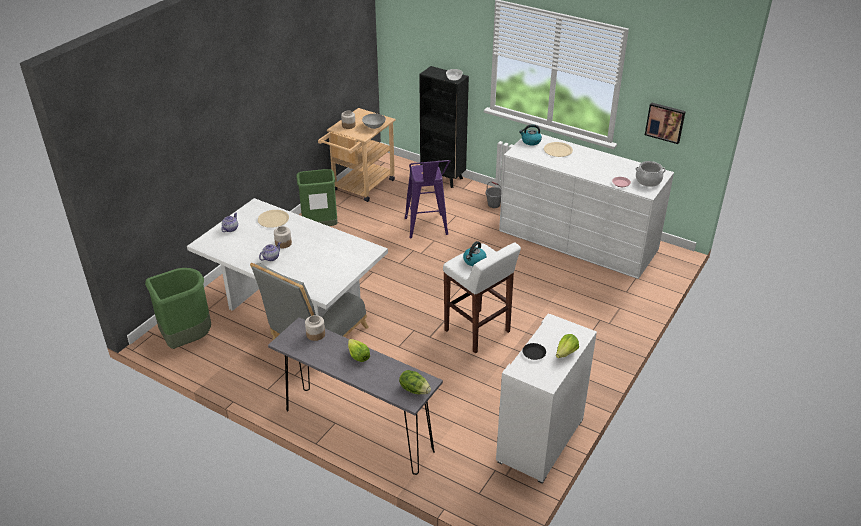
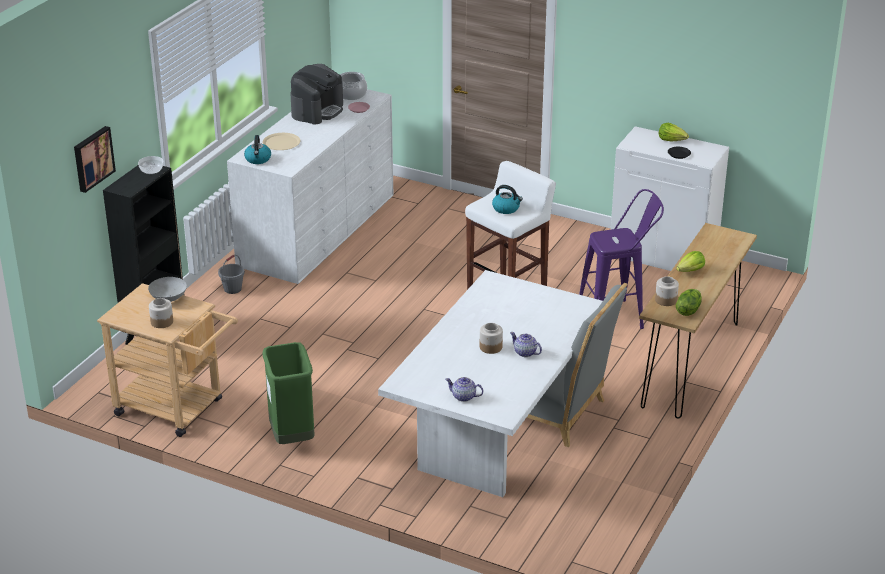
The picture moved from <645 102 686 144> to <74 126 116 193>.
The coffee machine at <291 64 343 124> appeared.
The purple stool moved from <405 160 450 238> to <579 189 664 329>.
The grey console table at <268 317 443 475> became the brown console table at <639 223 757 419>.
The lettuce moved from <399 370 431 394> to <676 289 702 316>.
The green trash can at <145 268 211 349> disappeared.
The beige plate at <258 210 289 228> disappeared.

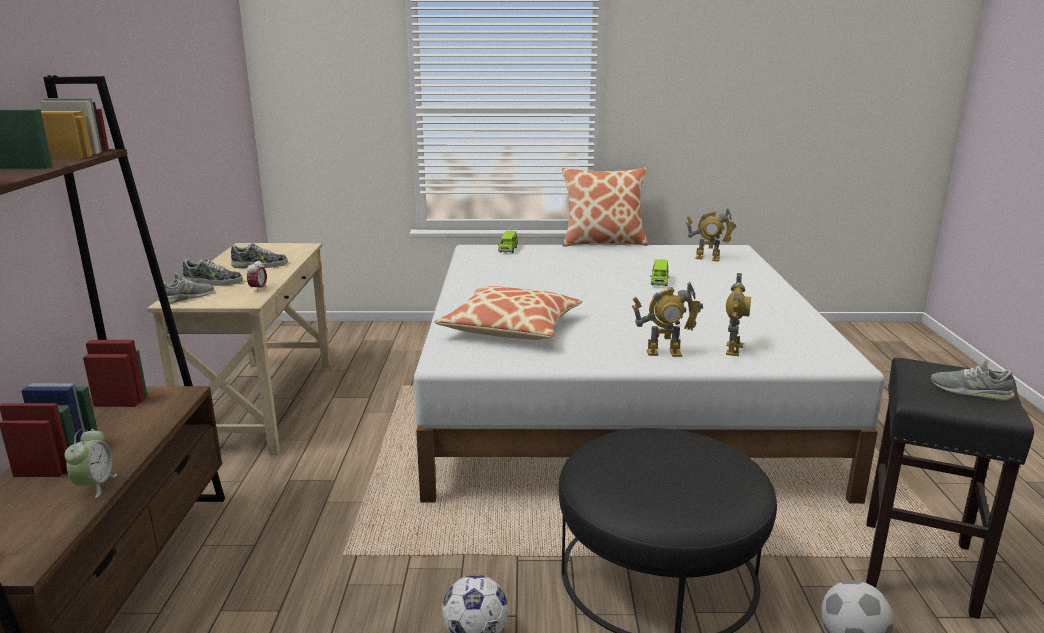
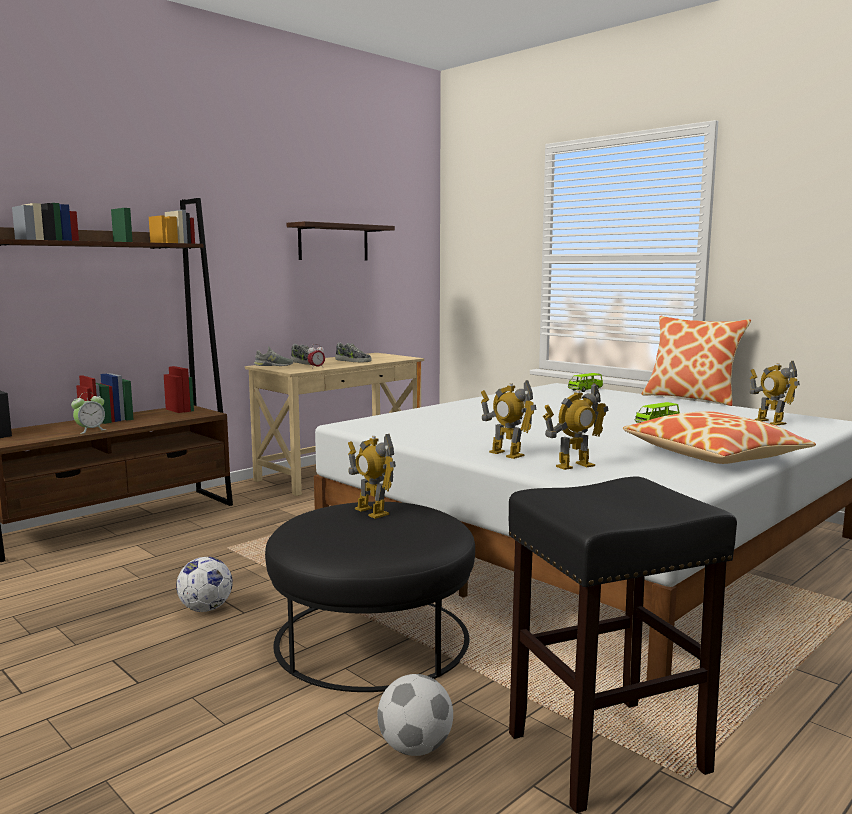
The shelf at <287 221 395 260> appeared.
The toy robot at <348 434 396 519> appeared.
The pillow moved from <435 286 582 340> to <623 411 816 464>.
The grey shoe at <931 359 1015 401> disappeared.

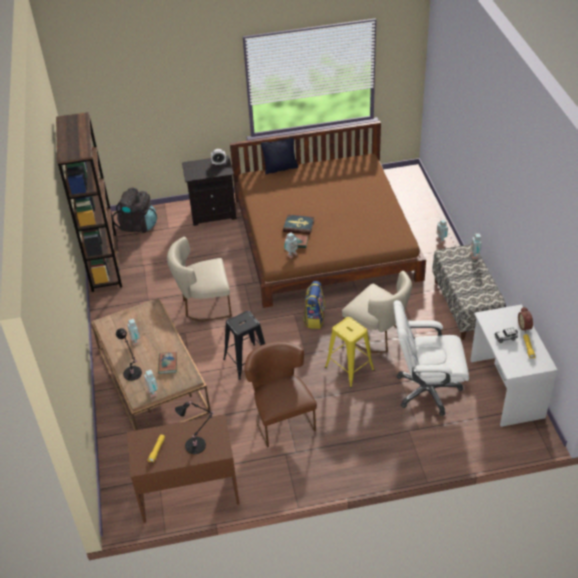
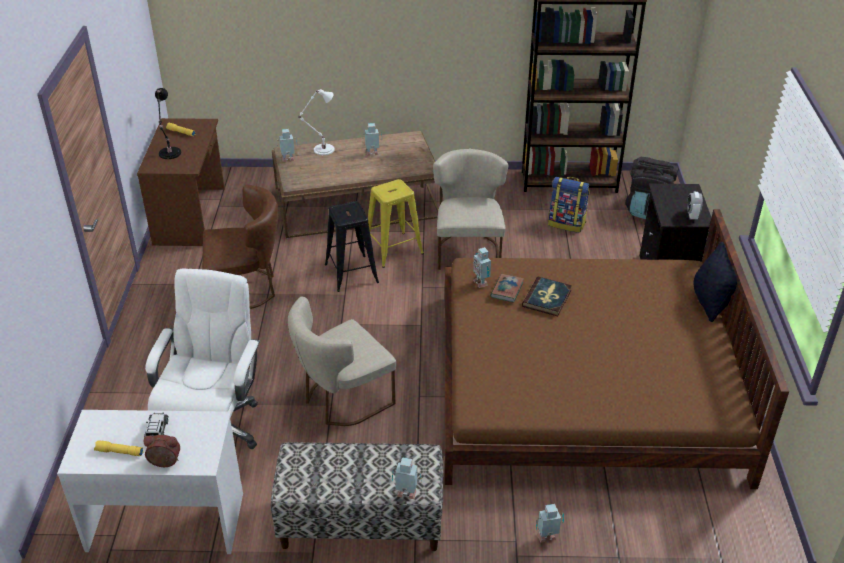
The black table lamp at <116 328 142 381> became the white table lamp at <298 89 334 155>.
The yellow stool moved from <325 317 374 388> to <364 179 424 268>.
The backpack moved from <303 281 326 329> to <548 177 590 232>.
The book at <158 352 177 374> disappeared.

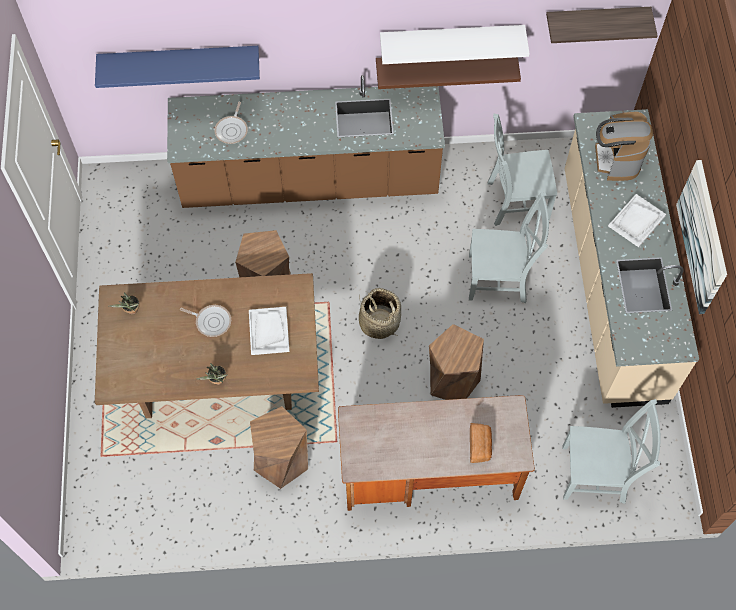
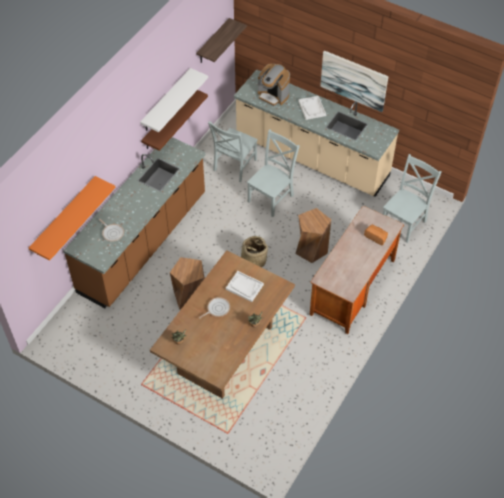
The blue shelf at <95 46 260 88> became the orange shelf at <29 176 116 261>.
The brown stool at <250 406 308 489> disappeared.

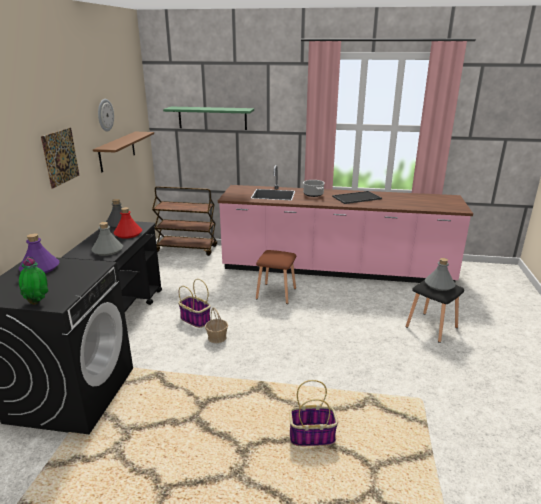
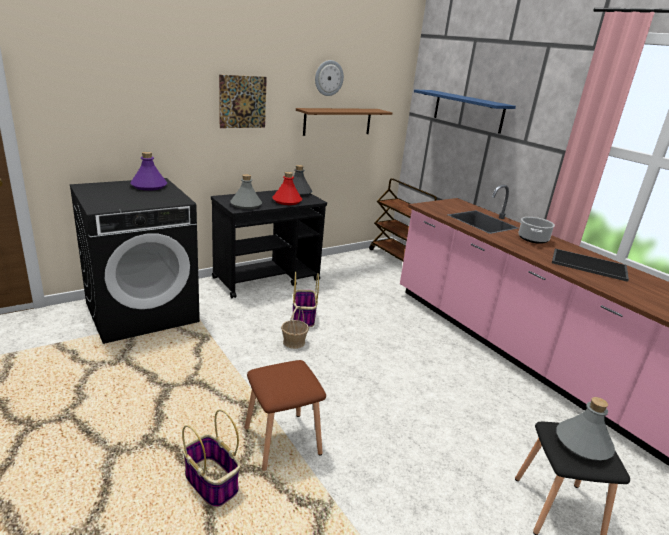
The brown stool moved from <256 250 296 304> to <244 360 326 471>.
The green shelf at <163 107 254 130> became the blue shelf at <414 89 516 134>.
The potted plant at <19 257 48 305> disappeared.

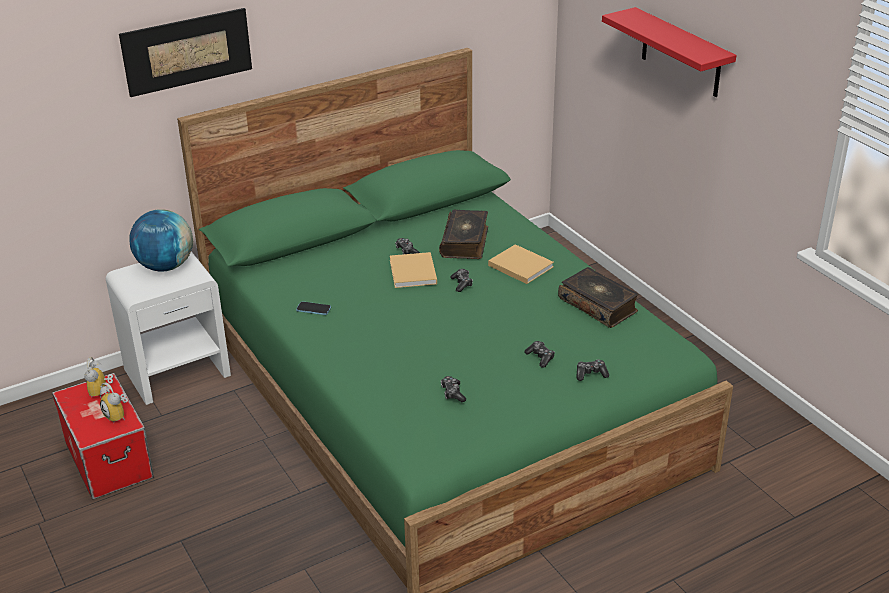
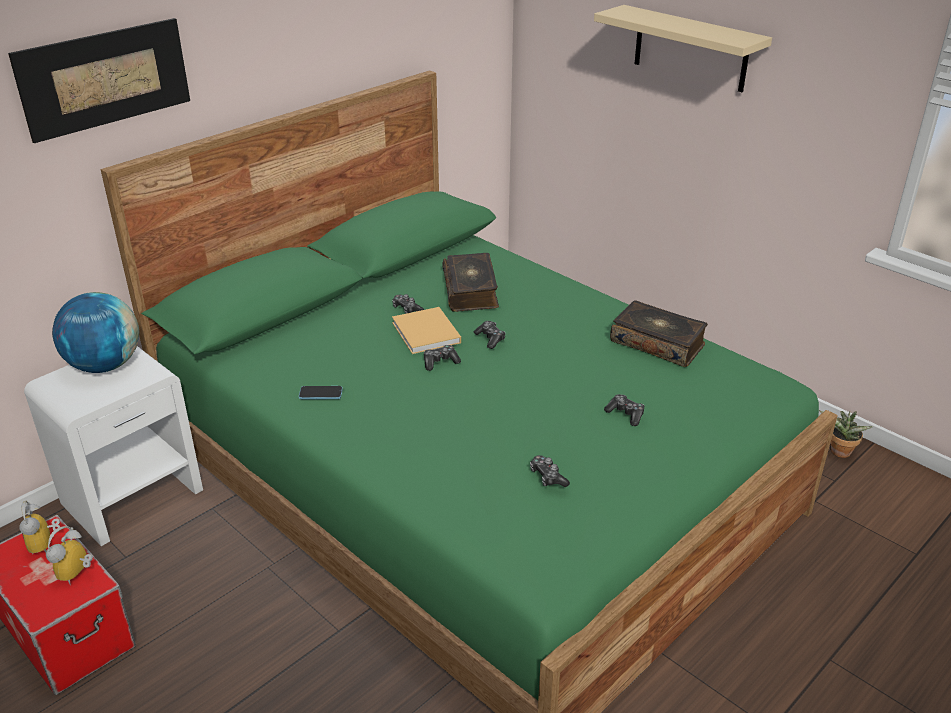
The alarm clock at <100 383 128 422> turned 75 degrees clockwise.
The game controller moved from <577 359 609 381> to <424 345 461 371>.
The red shelf at <602 7 737 97> became the beige shelf at <594 5 772 92>.
The potted plant at <819 410 872 458> appeared.
The beige book at <488 244 554 284> disappeared.

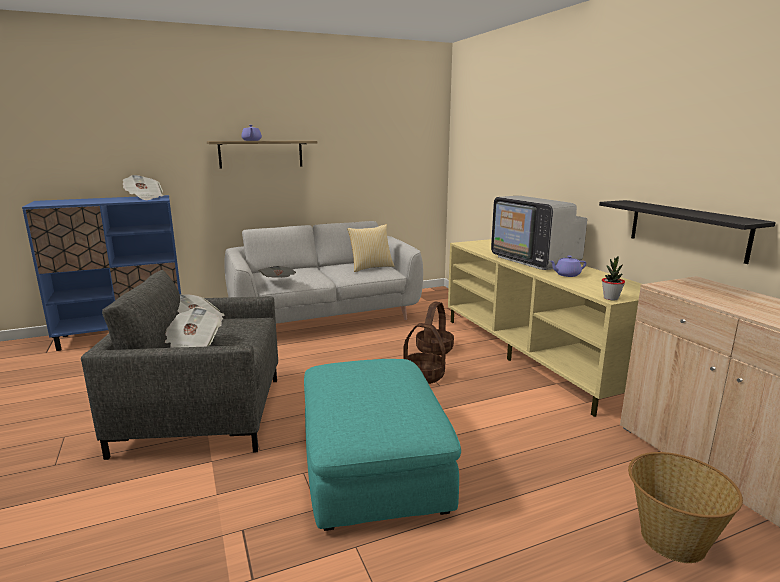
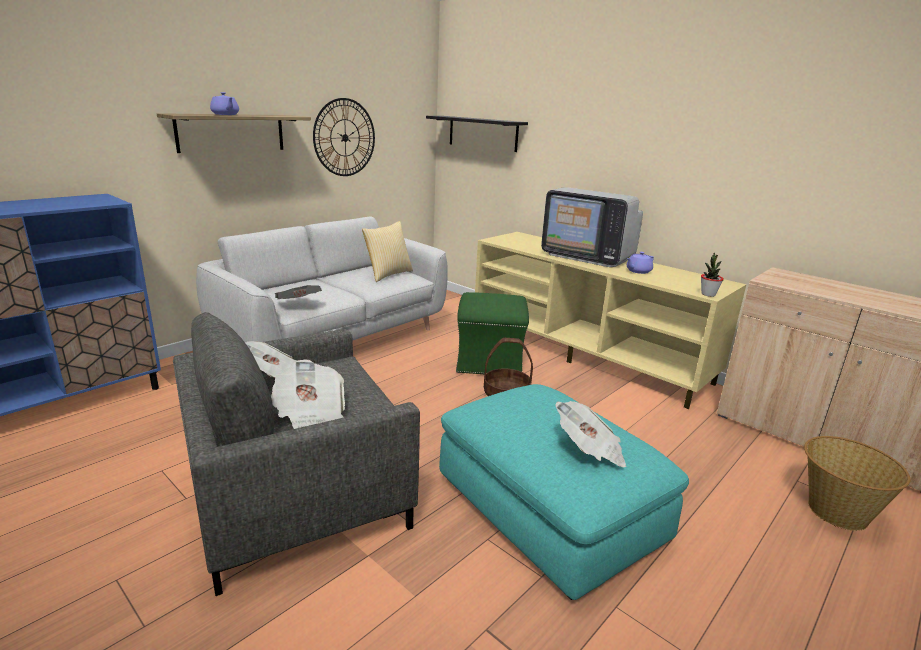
The wall clock at <313 98 375 176> appeared.
The black shelf moved from <599 200 776 264> to <426 116 528 152>.
The basket at <416 302 454 355> was replaced by the green ottoman at <456 292 529 374>.
The newspaper moved from <123 175 164 200> to <556 401 626 467>.

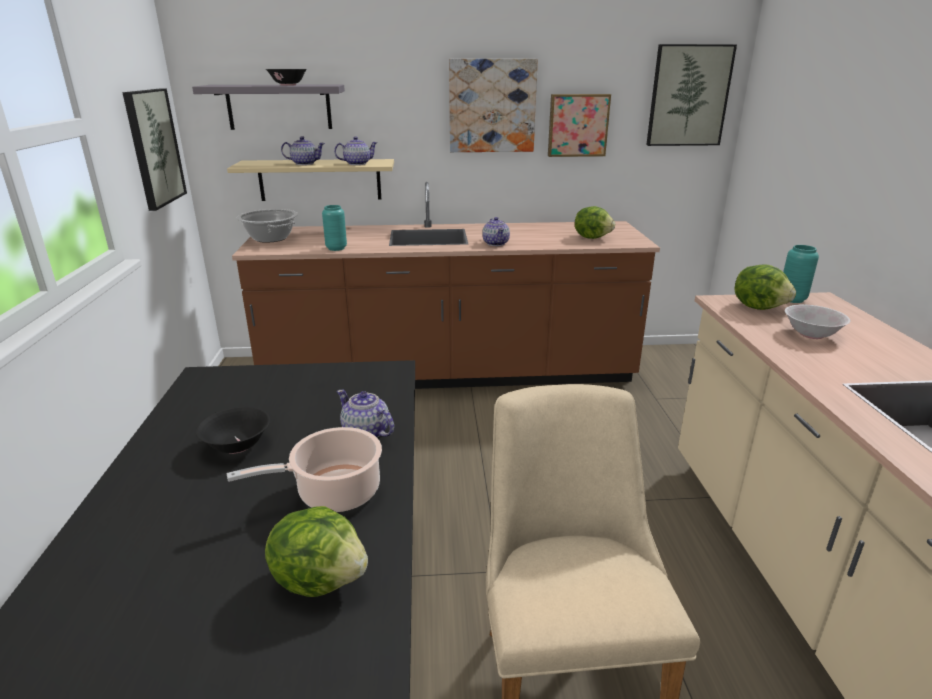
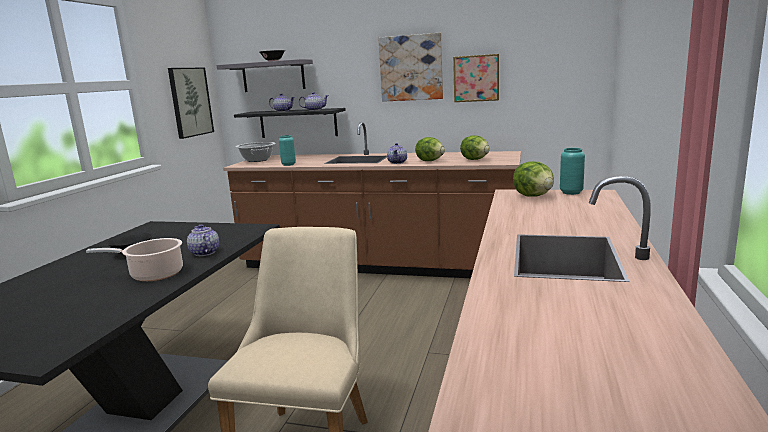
The beige shelf at <227 159 394 201> became the black shelf at <234 108 346 138>.
The lettuce moved from <265 506 368 597> to <415 137 445 161>.
The picture at <646 44 737 146> disappeared.
The white bowl at <785 305 850 339> disappeared.

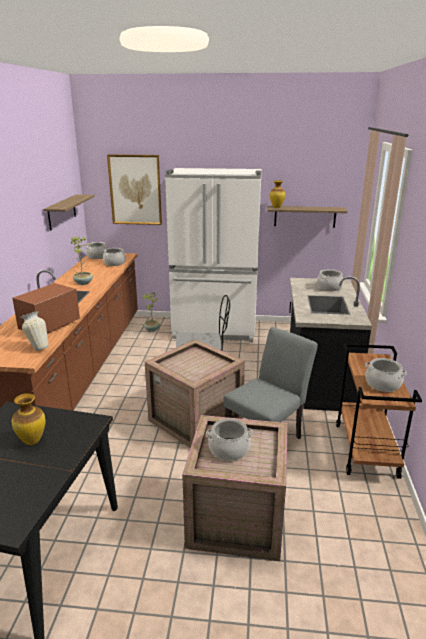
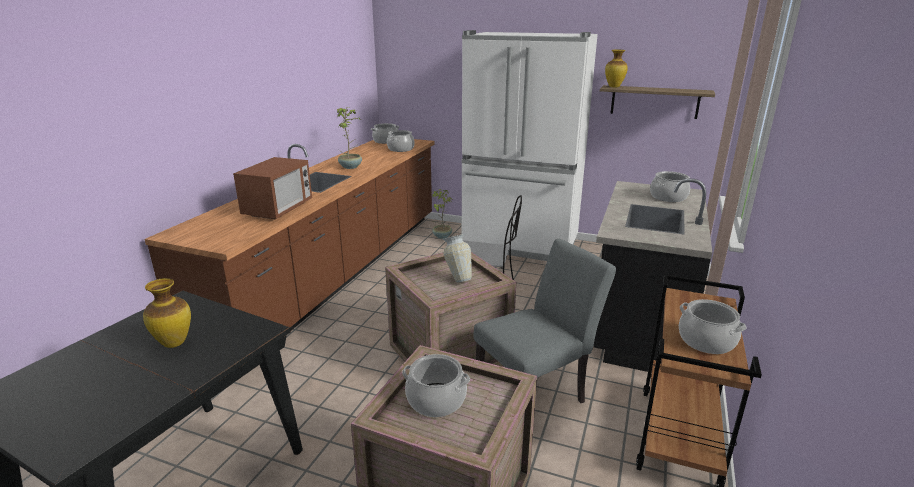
The microwave at <12 283 80 334> turned 150 degrees clockwise.
The vase moved from <20 311 49 351> to <442 234 472 283>.
The shelf at <43 194 95 231> disappeared.
The picture at <107 154 162 225> disappeared.

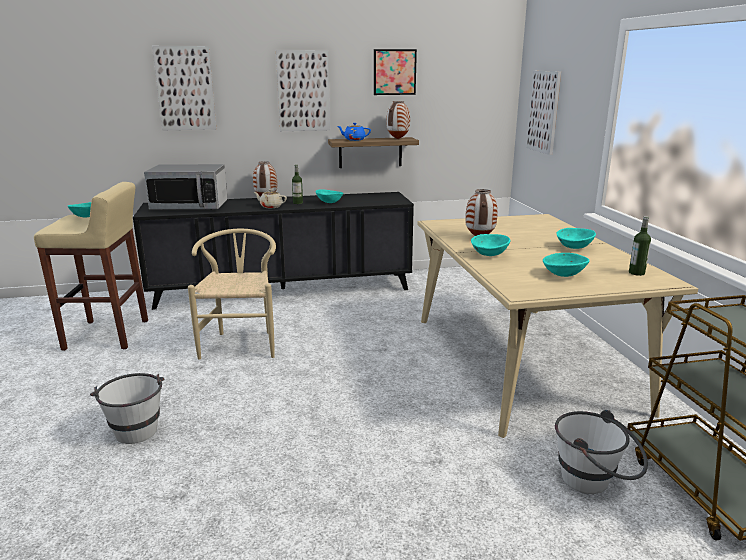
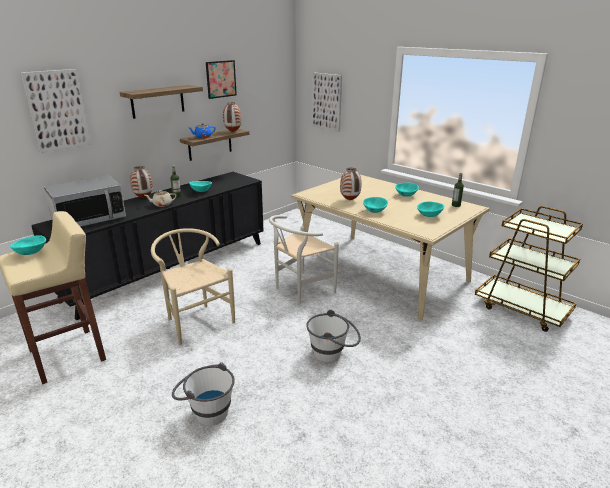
The picture at <276 50 330 131> was replaced by the shelf at <120 85 203 119>.
The white chair at <269 215 339 304> appeared.
The white bucket moved from <555 410 648 494> to <306 310 361 363>.

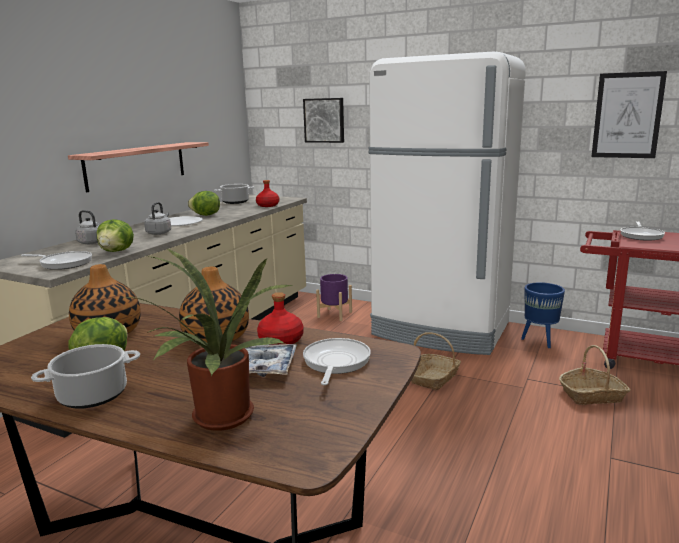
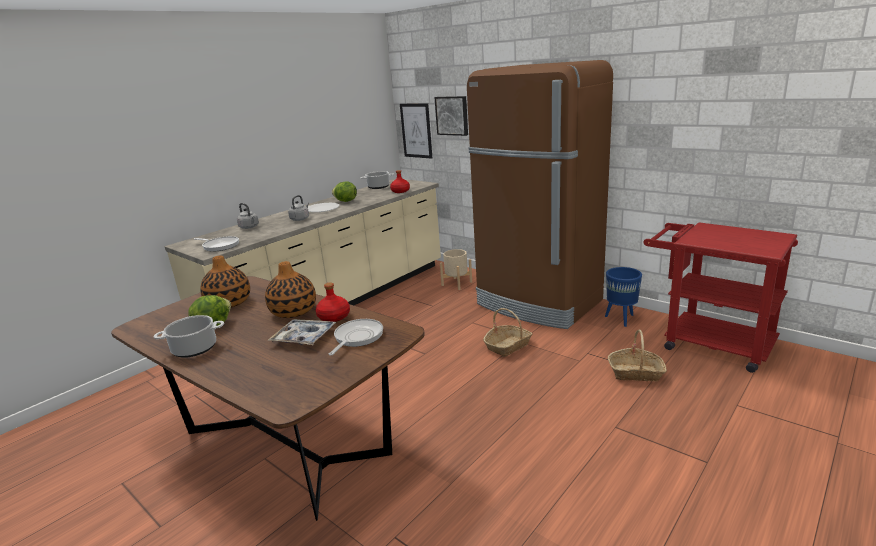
The picture moved from <591 71 667 158> to <400 103 432 159>.
The purple planter at <316 274 352 321> became the beige planter at <440 249 472 290>.
The white fridge at <369 51 526 355> became the brown fridge at <467 60 613 329>.
The shelf at <68 142 209 192> disappeared.
The lettuce at <97 219 134 252> disappeared.
The potted plant at <122 248 294 431> disappeared.
The frying pan at <620 221 665 241> disappeared.

